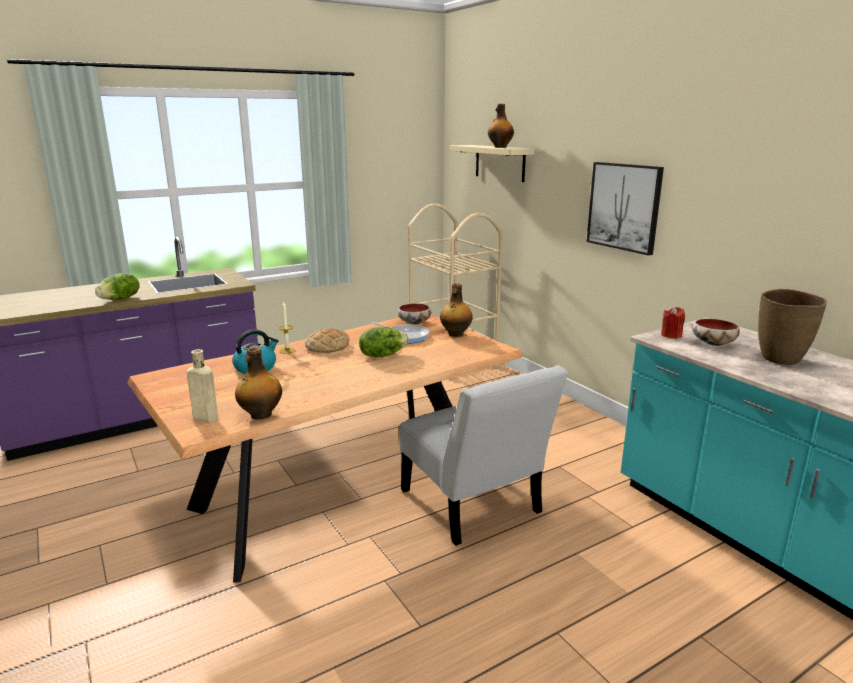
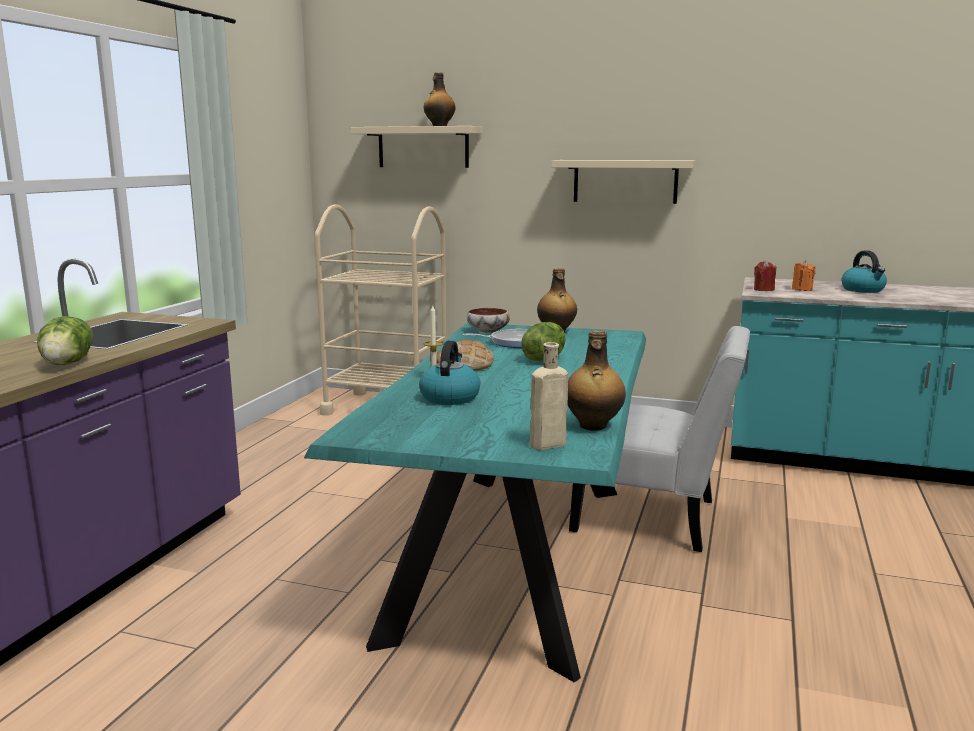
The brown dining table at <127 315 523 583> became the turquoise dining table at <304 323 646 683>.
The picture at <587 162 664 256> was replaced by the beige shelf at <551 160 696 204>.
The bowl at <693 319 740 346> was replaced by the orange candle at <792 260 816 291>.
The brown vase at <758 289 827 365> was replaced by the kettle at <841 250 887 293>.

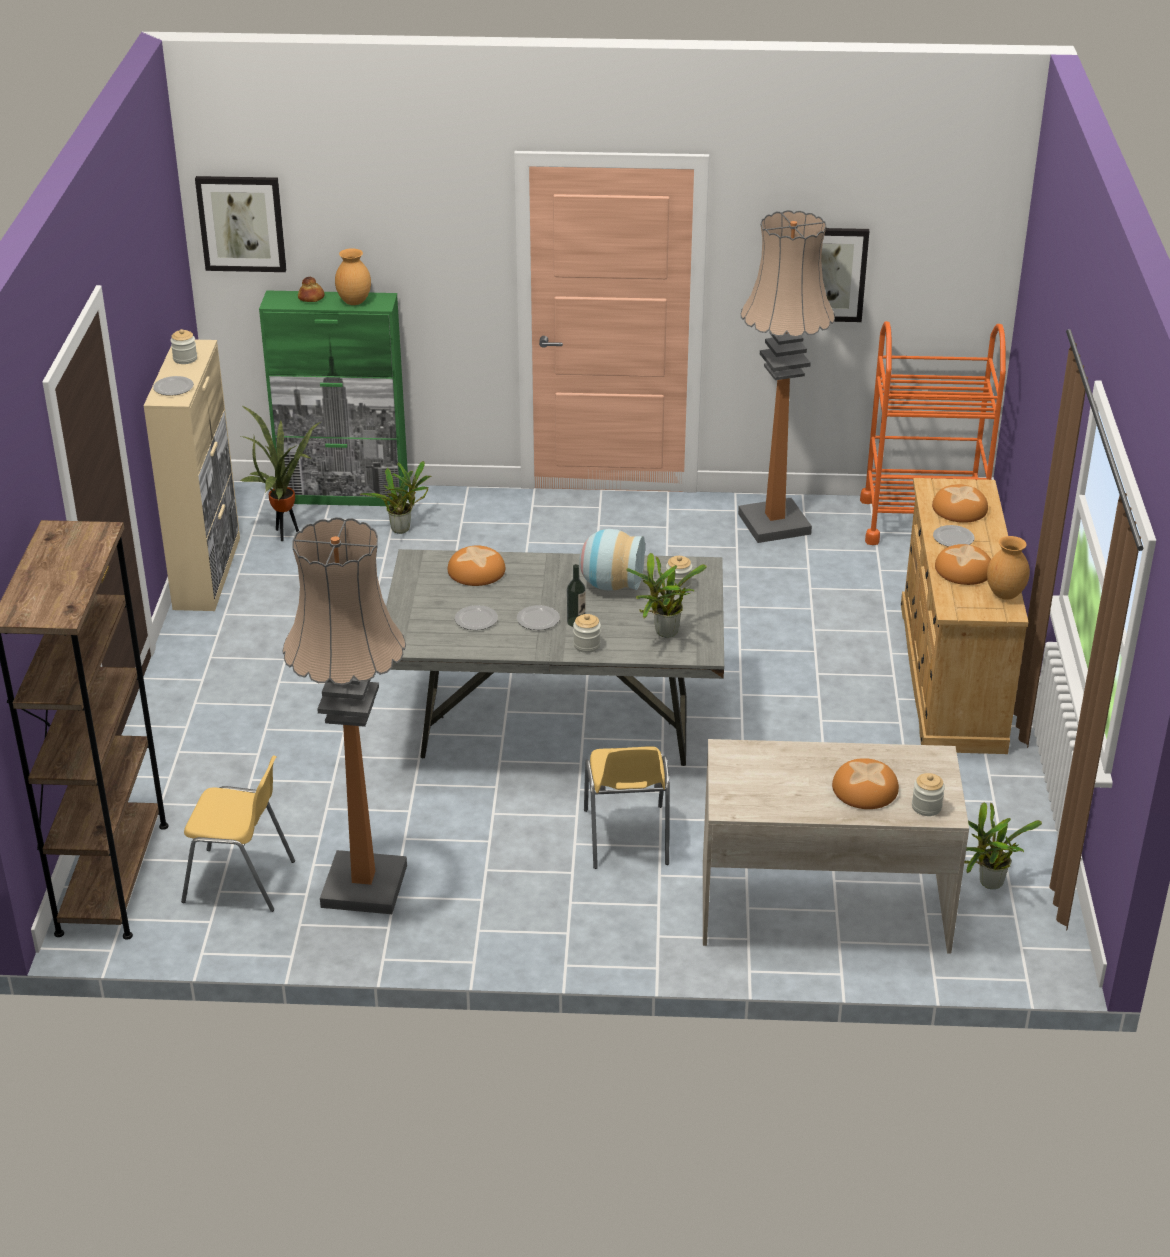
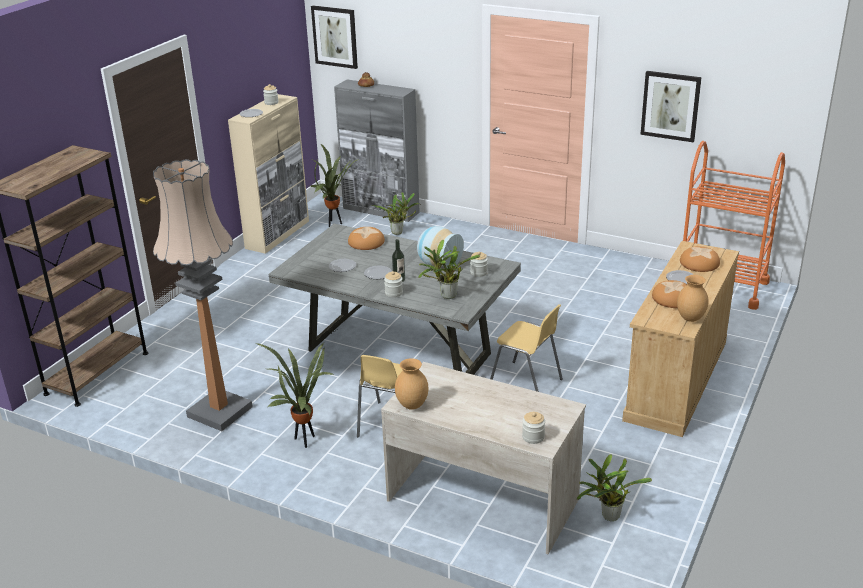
The potted plant at <255 343 335 448> appeared.
The green cabinet at <259 290 408 506> became the grey cabinet at <334 79 420 222>.
The brown vase moved from <335 248 371 305> to <395 358 428 410>.
The yellow chair moved from <181 755 295 912> to <490 304 563 392>.
The floor lamp at <738 210 835 543> disappeared.
The bread at <832 758 899 809> disappeared.

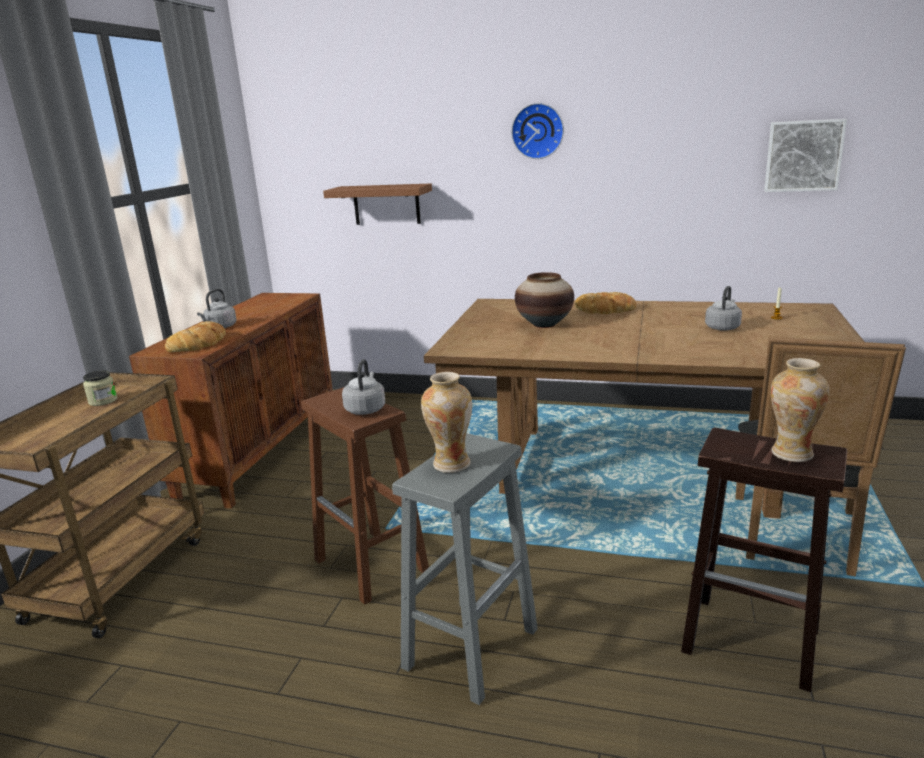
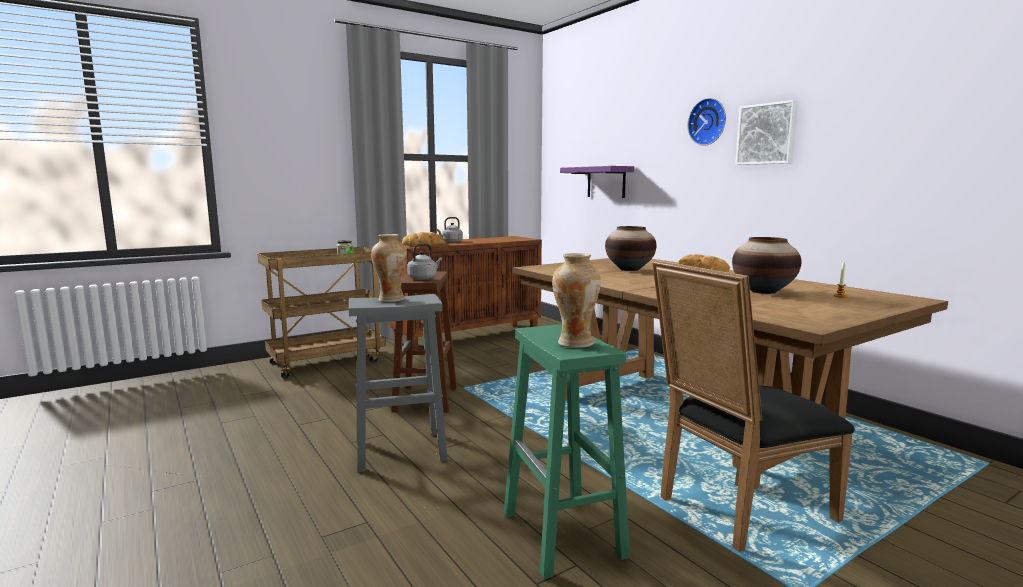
The brown stool at <681 428 847 692> became the green stool at <504 324 630 579>.
The brown shelf at <323 184 432 225> became the purple shelf at <560 166 634 198>.
The grey kettle at <705 286 742 331> was replaced by the vase at <732 237 801 294>.
The picture moved from <764 119 847 192> to <735 100 798 165>.

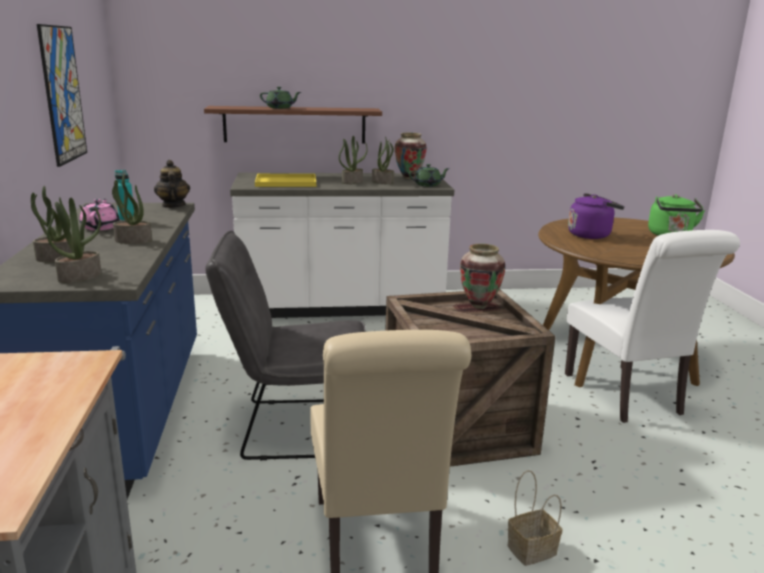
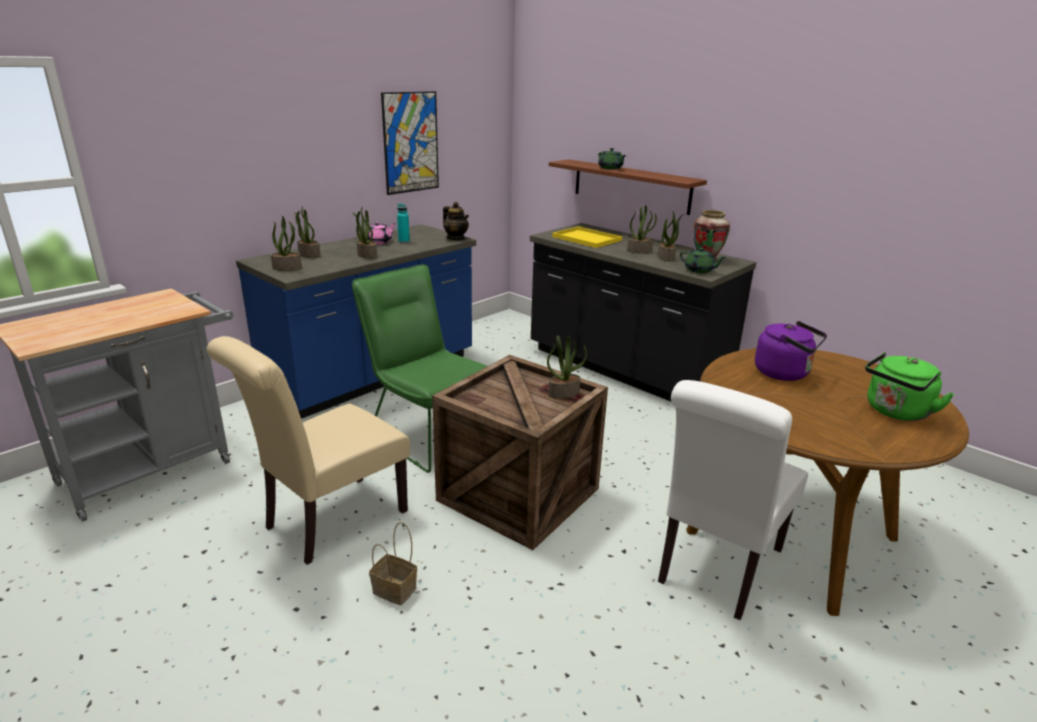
The grey chair at <205 231 366 460> became the green chair at <352 264 487 473>.
The teapot at <154 160 190 208> turned 105 degrees clockwise.
The white counter at <230 173 454 318> became the black counter at <530 223 756 401>.
The vase at <460 244 506 309> was replaced by the potted plant at <547 335 587 399>.

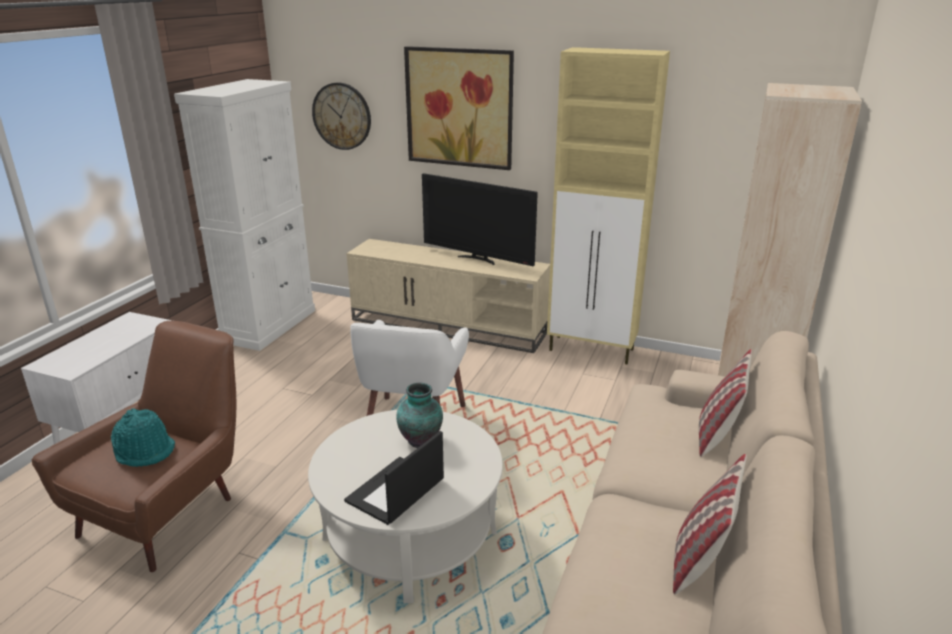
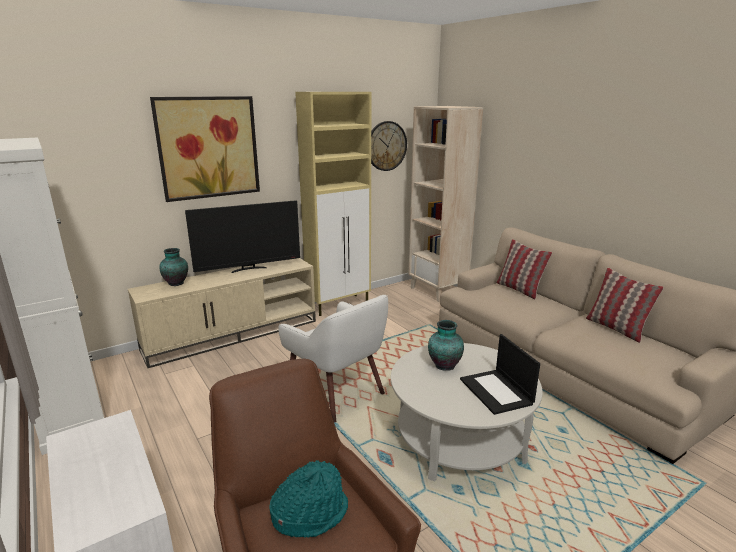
The vase at <159 248 188 286> appeared.
The wall clock moved from <312 82 371 150> to <371 121 407 171>.

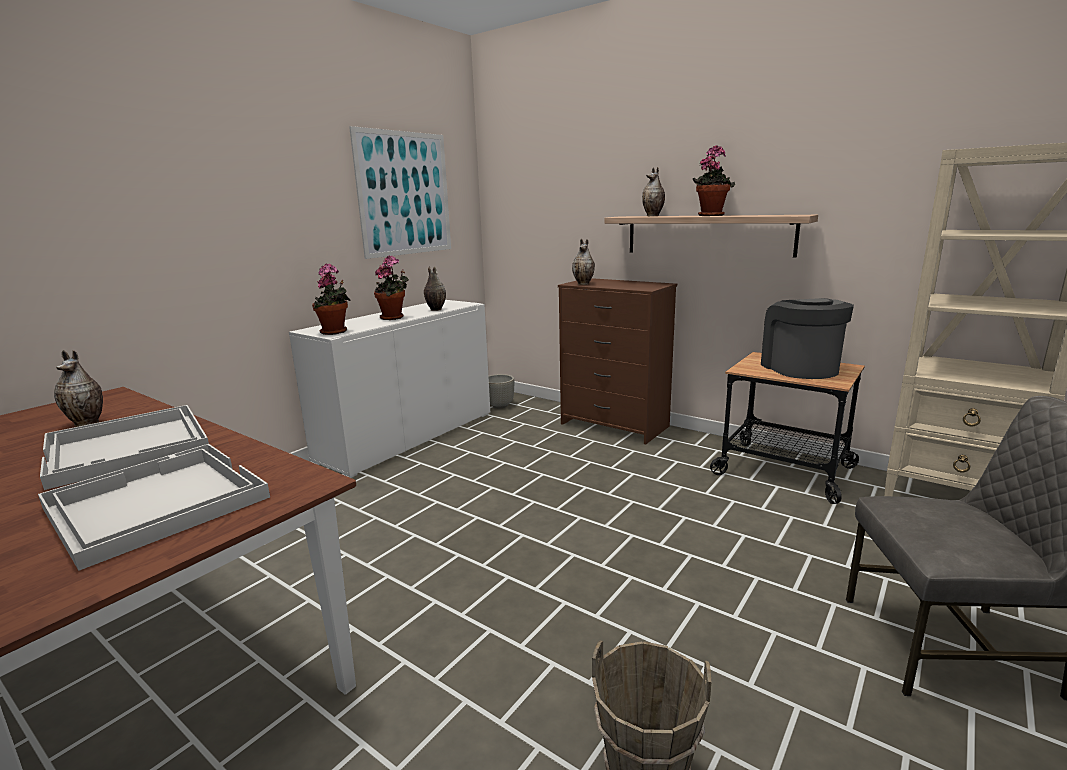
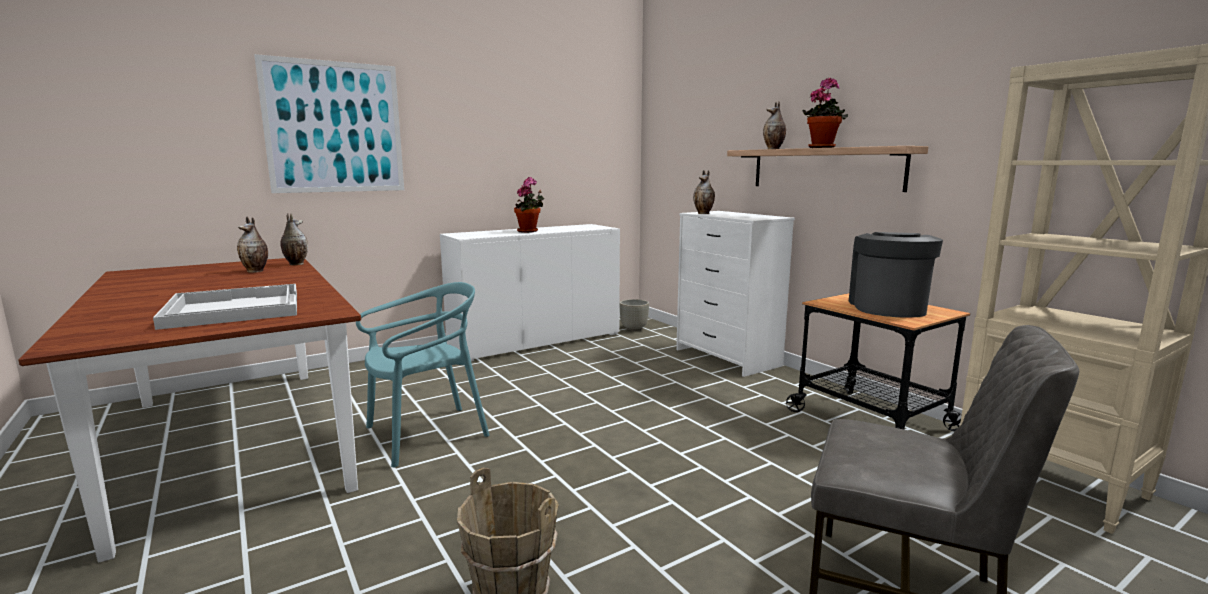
The picture moved from <349 126 451 259> to <254 54 404 193>.
The vase moved from <424 266 446 311> to <280 214 308 265>.
The turquoise chair at <356 282 489 468> appeared.
The brown dresser at <558 278 677 444> became the white dresser at <676 211 795 377>.
The white tray at <40 405 209 490> disappeared.
The potted plant at <312 263 351 335> disappeared.

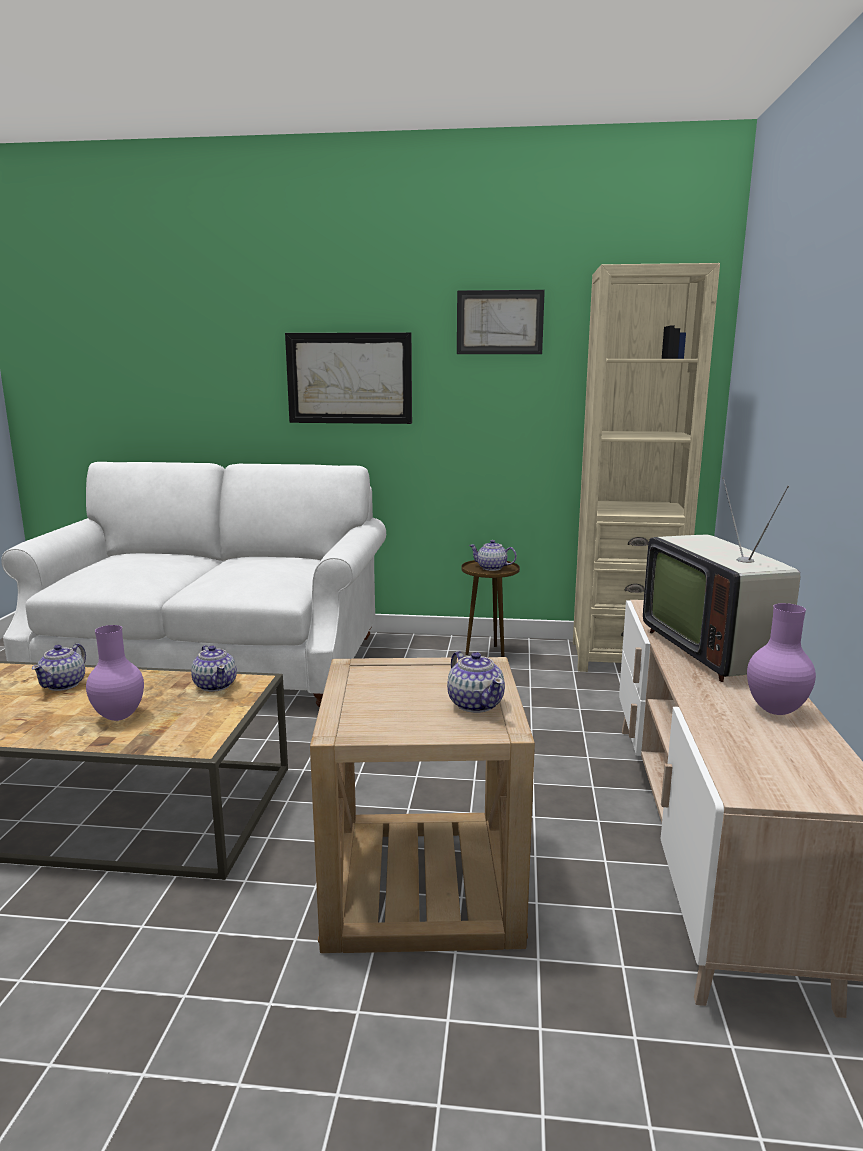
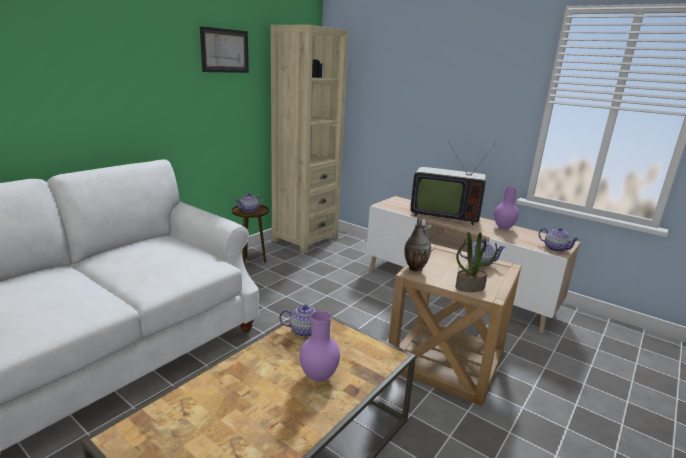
The vase at <405 217 432 272> appeared.
The potted plant at <455 232 497 292> appeared.
The teapot moved from <32 643 86 691> to <538 228 580 252>.
The picture at <285 332 412 424> disappeared.

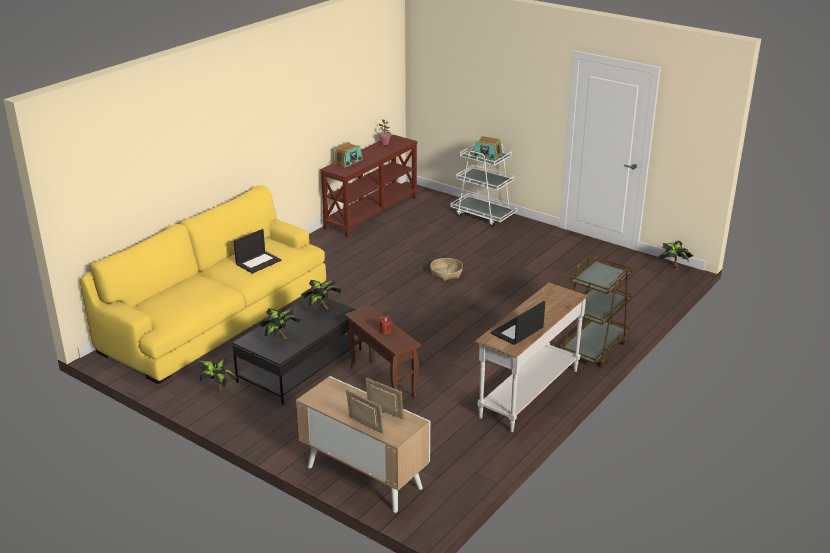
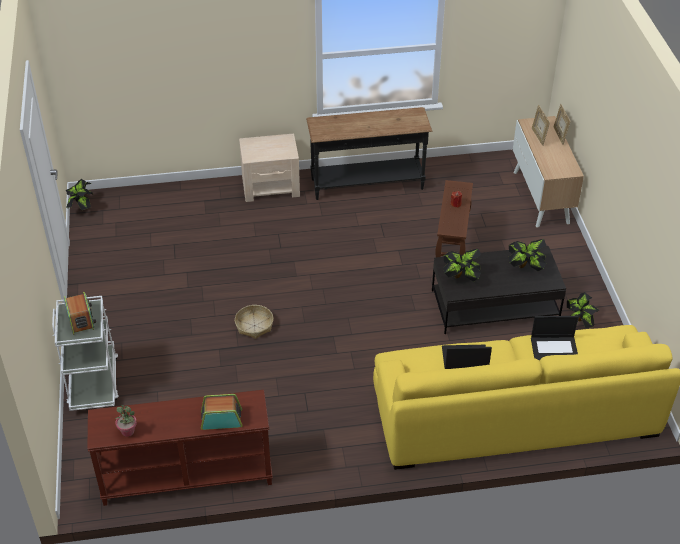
The brown cart at <559 257 633 367> was replaced by the beige nightstand at <239 133 300 202>.
The white console table at <475 283 588 432> became the black console table at <306 107 433 200>.
The laptop moved from <491 301 545 345> to <531 316 578 361>.

